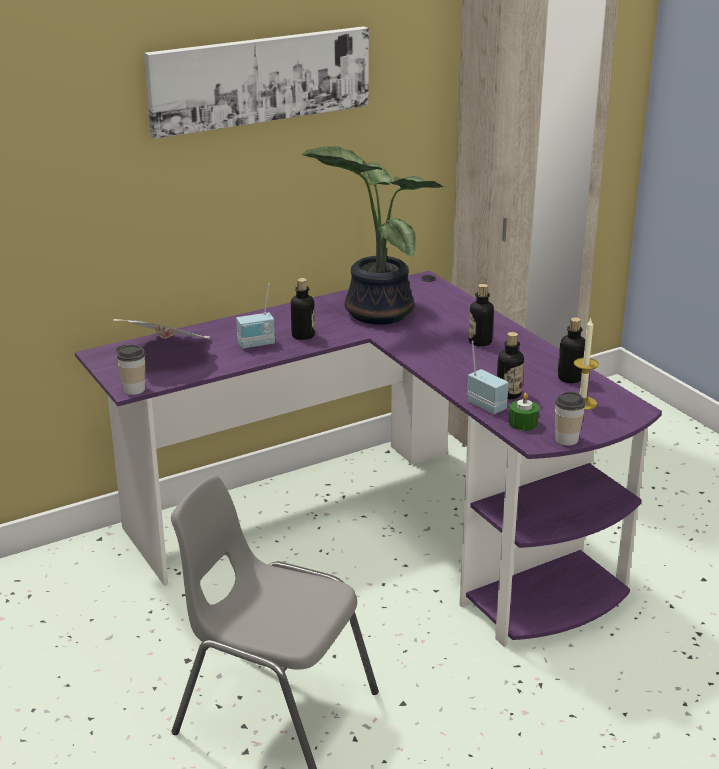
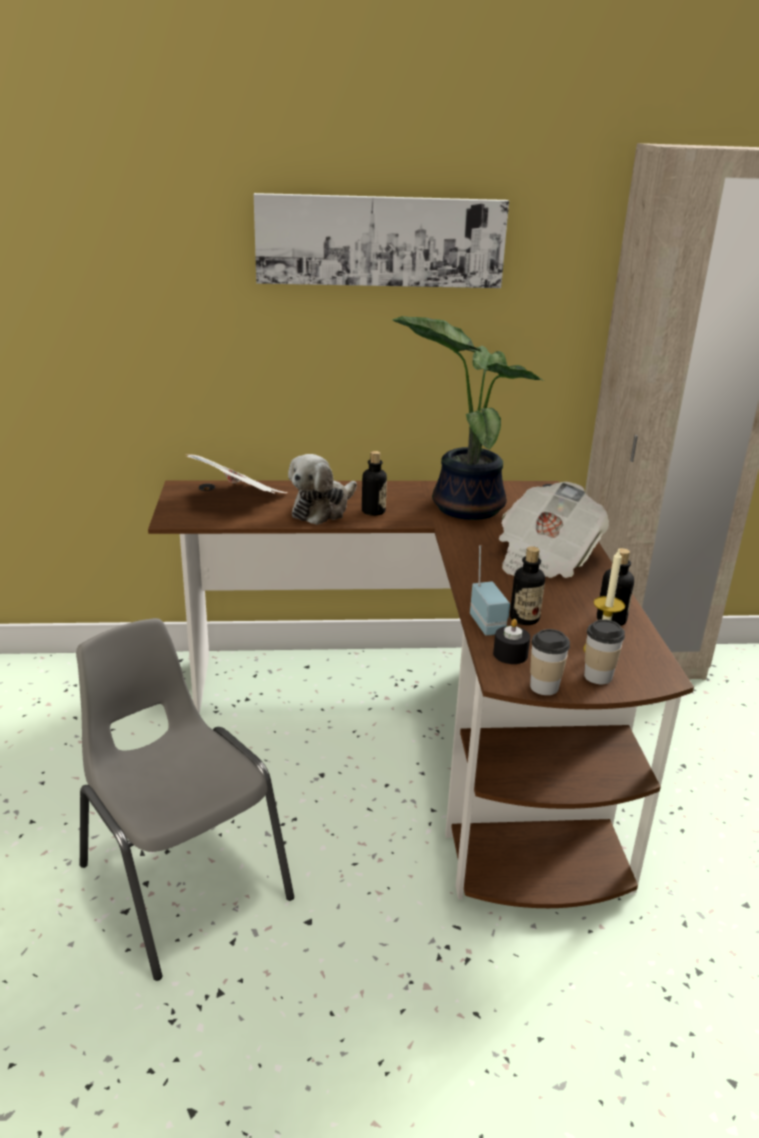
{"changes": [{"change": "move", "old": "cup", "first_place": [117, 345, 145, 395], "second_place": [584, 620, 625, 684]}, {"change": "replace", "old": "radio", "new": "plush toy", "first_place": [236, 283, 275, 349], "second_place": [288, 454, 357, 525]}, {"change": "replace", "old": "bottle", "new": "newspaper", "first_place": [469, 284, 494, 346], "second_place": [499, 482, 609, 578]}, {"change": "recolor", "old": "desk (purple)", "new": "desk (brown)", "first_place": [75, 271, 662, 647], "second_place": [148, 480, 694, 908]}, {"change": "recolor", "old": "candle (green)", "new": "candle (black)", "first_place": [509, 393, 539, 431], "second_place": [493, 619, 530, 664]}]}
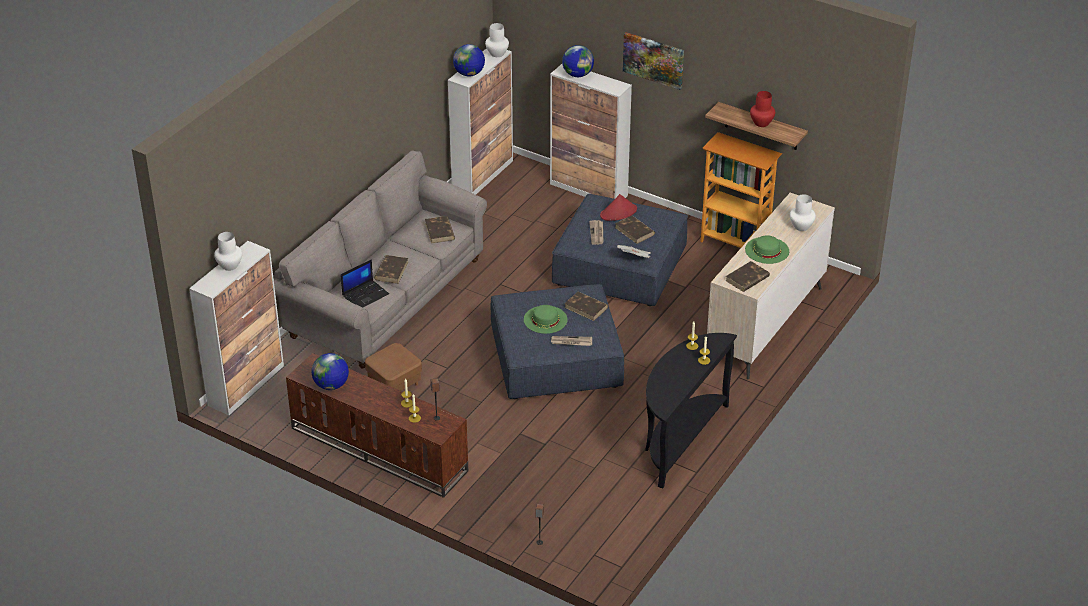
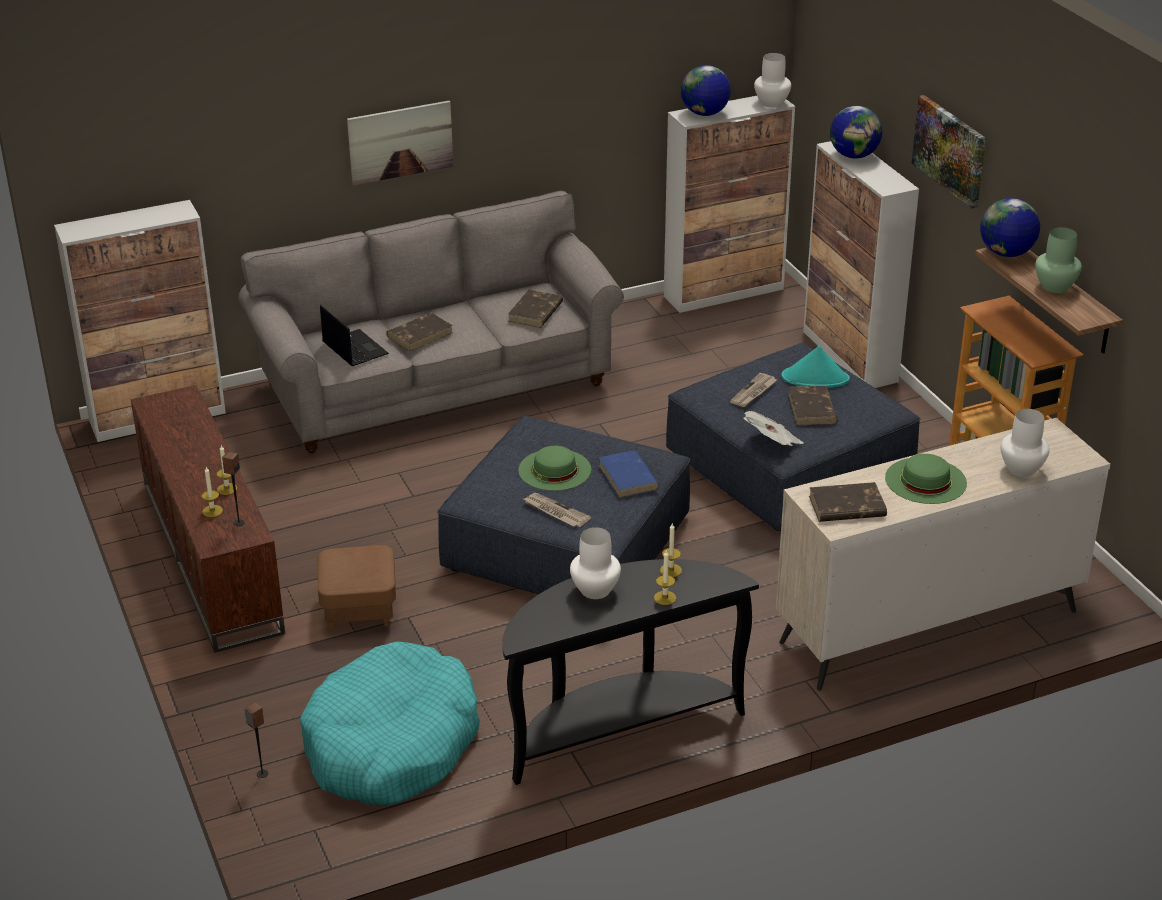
{"changes": [{"change": "insert", "new": "dog bed (turquoise)", "second_place": [300, 641, 480, 805]}, {"change": "insert", "new": "picture", "second_place": [347, 101, 453, 185]}, {"change": "move", "old": "vase (white)", "first_place": [214, 232, 242, 271], "second_place": [570, 527, 621, 599]}, {"change": "move", "old": "globe", "first_place": [312, 353, 349, 390], "second_place": [980, 198, 1040, 257]}, {"change": "move", "old": "ottoman (brown)", "first_place": [365, 343, 422, 391], "second_place": [318, 545, 396, 630]}, {"change": "recolor", "old": "book (brown)", "new": "book (blue)", "first_place": [564, 292, 608, 321], "second_place": [598, 450, 659, 498]}, {"change": "recolor", "old": "hat (red)", "new": "hat (turquoise)", "first_place": [600, 194, 637, 221], "second_place": [781, 346, 850, 388]}, {"change": "recolor", "old": "vase (red)", "new": "vase (green)", "first_place": [750, 91, 775, 127], "second_place": [1035, 227, 1082, 293]}, {"change": "rotate", "old": "laptop", "first_place": [341, 259, 389, 307], "second_place": [320, 305, 389, 366], "degrees": -120}]}
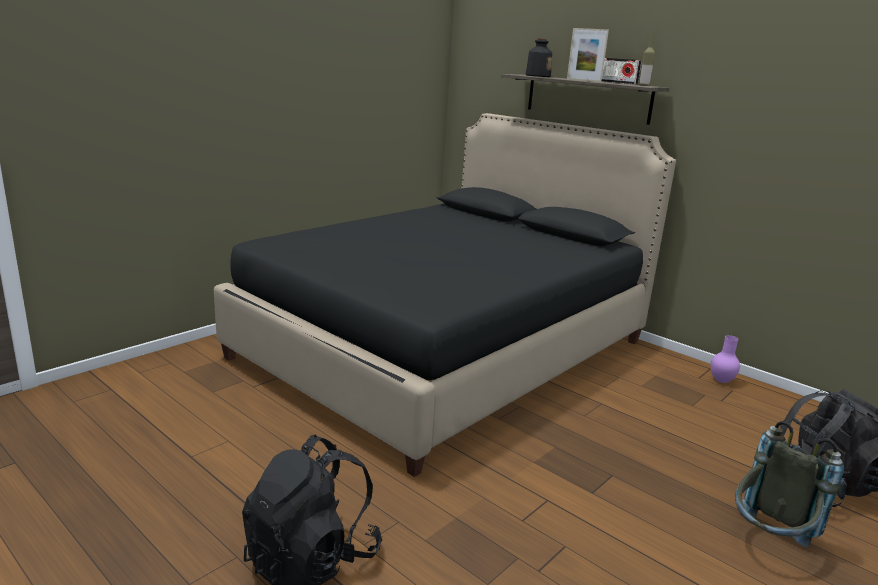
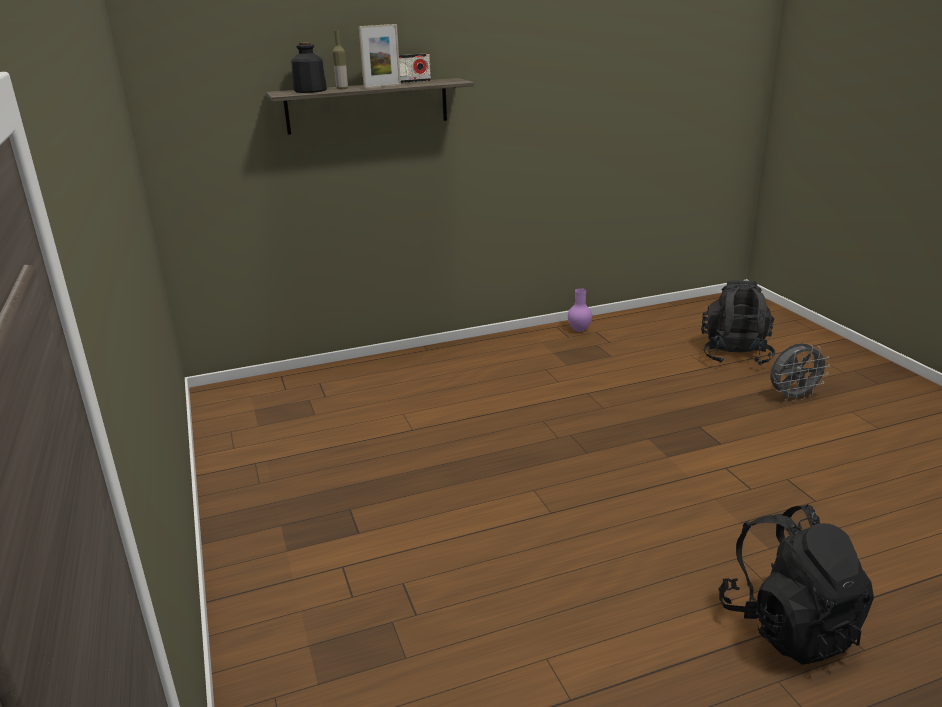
{"changes": [{"change": "delete", "old": "bed (black)", "first_place": [214, 113, 676, 477]}, {"change": "move", "old": "bottle", "first_place": [639, 34, 655, 86], "second_place": [332, 31, 348, 89]}, {"change": "replace", "old": "backpack (grey)", "new": "fan (grey)", "first_place": [735, 421, 844, 547], "second_place": [770, 343, 830, 402]}]}
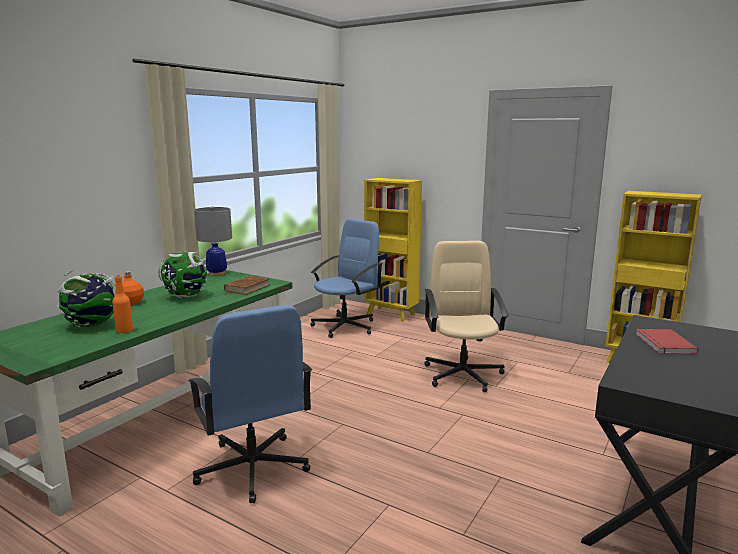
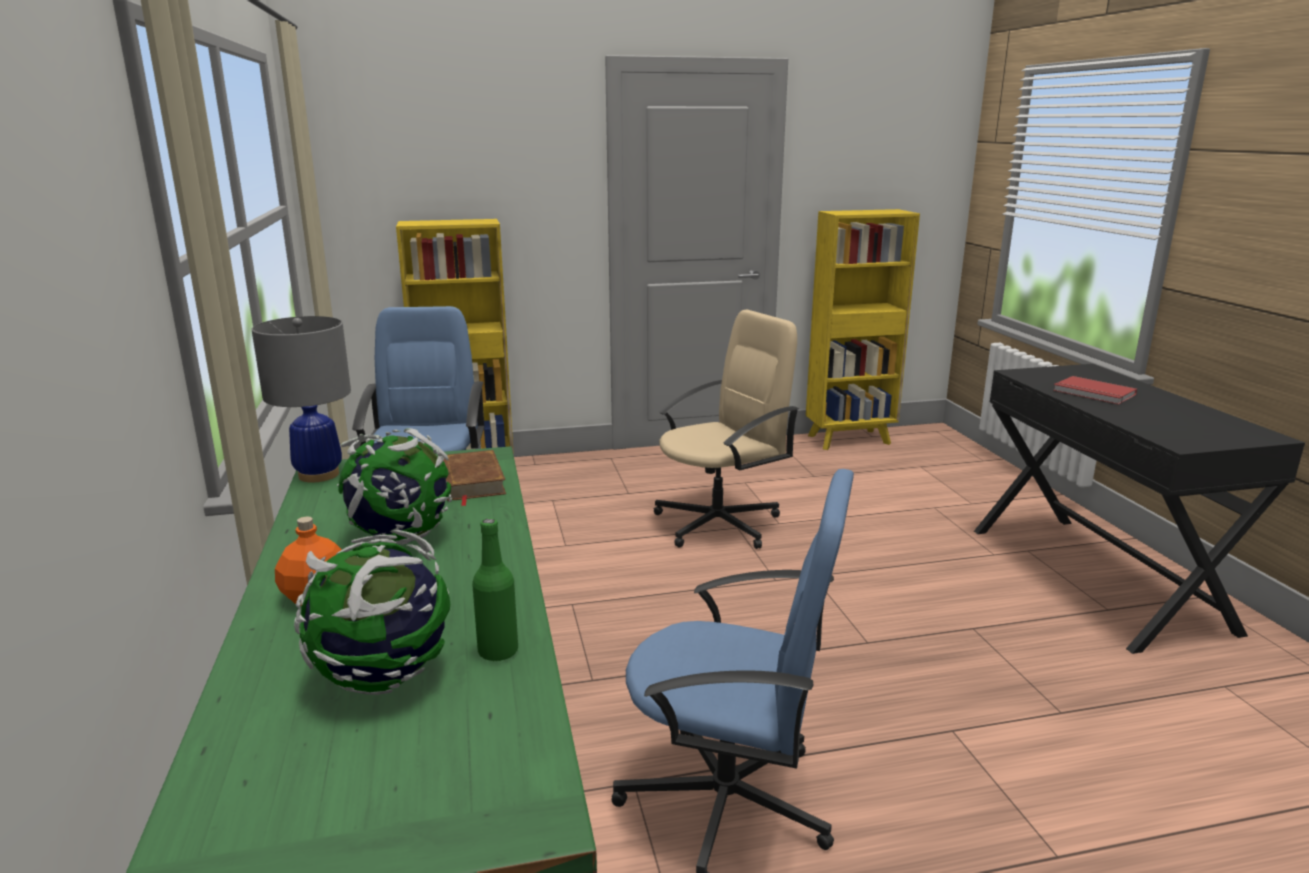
{"changes": [{"change": "recolor", "old": "bottle (orange)", "new": "bottle (green)", "first_place": [112, 275, 133, 333], "second_place": [472, 518, 518, 662]}, {"change": "rotate", "old": "office chair (beige)", "first_place": [424, 241, 509, 392], "second_place": [654, 310, 799, 549], "degrees": 105}]}
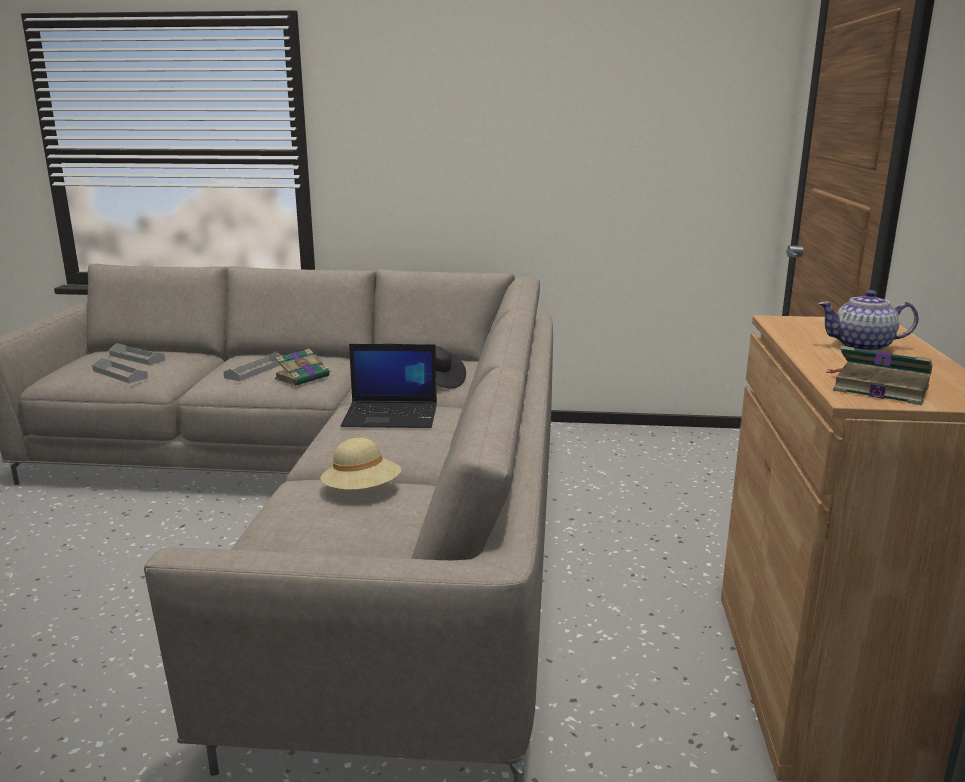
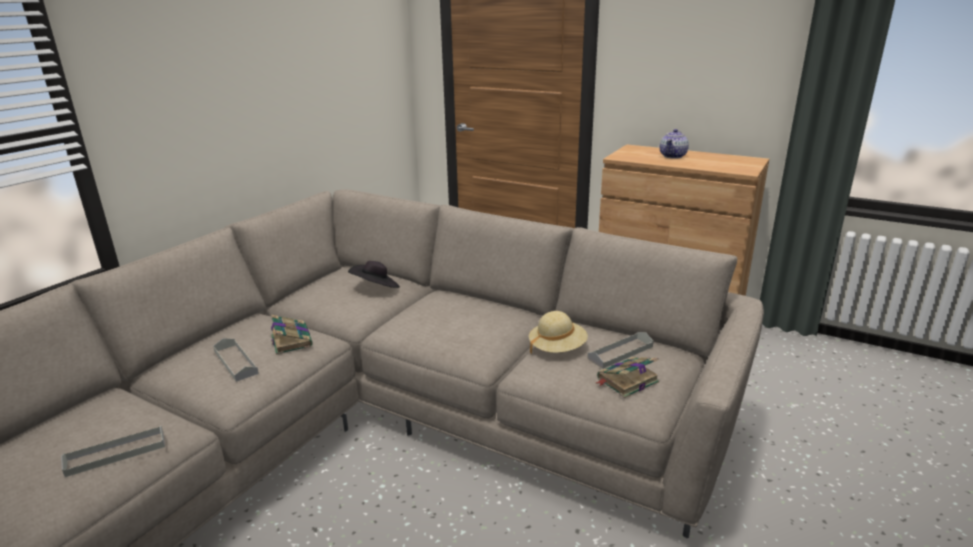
{"changes": [{"change": "delete", "old": "laptop", "first_place": [341, 344, 437, 428]}, {"change": "move", "old": "tray (grey)", "first_place": [109, 343, 165, 365], "second_place": [587, 332, 653, 369]}, {"change": "move", "old": "book", "first_place": [827, 346, 932, 405], "second_place": [596, 357, 659, 398]}]}
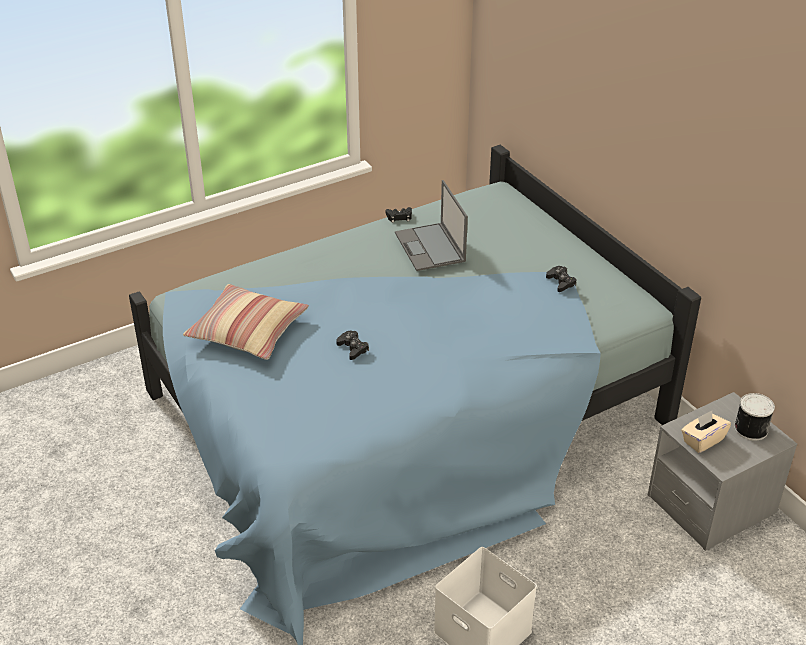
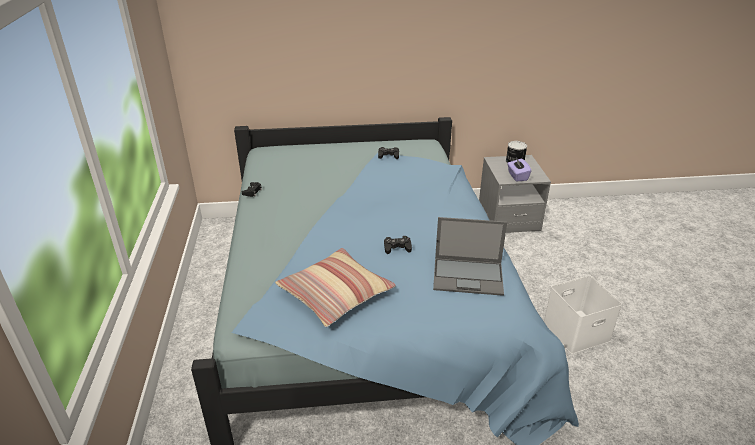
{"changes": [{"change": "move", "old": "laptop", "first_place": [395, 180, 468, 271], "second_place": [433, 217, 507, 296]}, {"change": "recolor", "old": "tissue box (beige)", "new": "tissue box (purple)", "first_place": [681, 411, 731, 453], "second_place": [507, 158, 531, 182]}]}
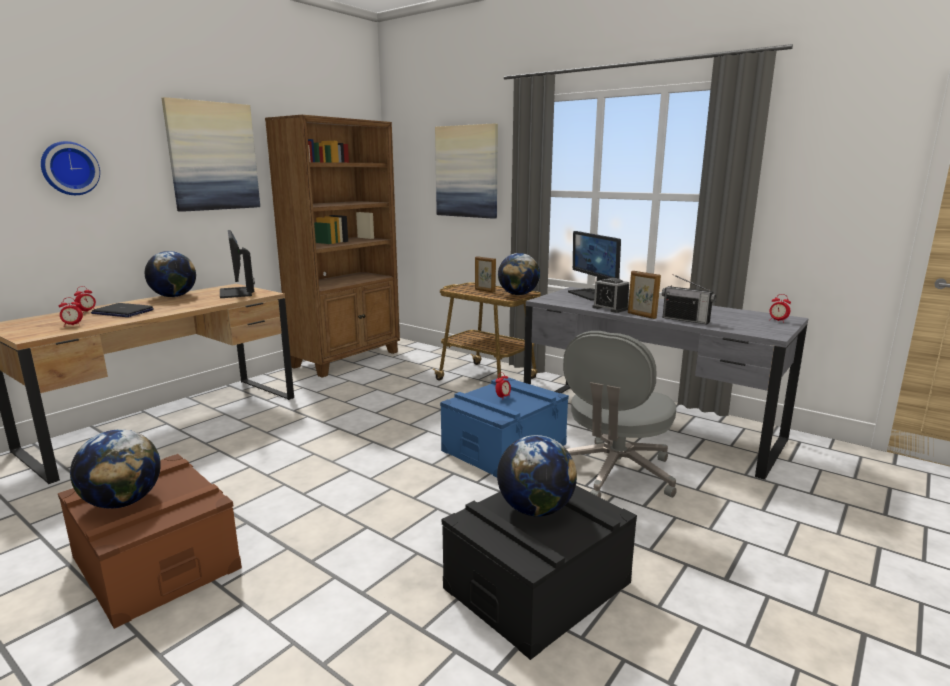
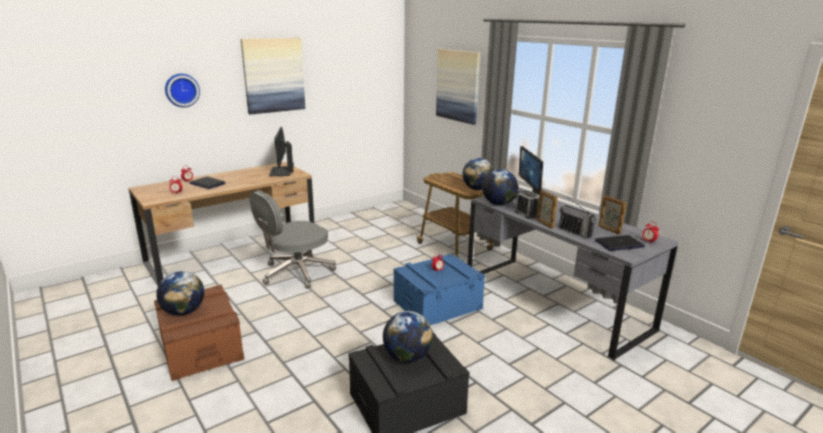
{"changes": [{"change": "delete", "old": "bookcase (brown)", "first_place": [265, 115, 400, 378]}, {"change": "insert", "new": "laptop", "second_place": [595, 235, 645, 251]}, {"change": "move", "old": "globe", "first_place": [145, 251, 196, 297], "second_place": [482, 169, 518, 205]}, {"change": "move", "old": "picture frame", "first_place": [475, 256, 496, 293], "second_place": [599, 195, 627, 234]}, {"change": "move", "old": "office chair (grey)", "first_place": [563, 331, 677, 498], "second_place": [250, 190, 336, 289]}]}
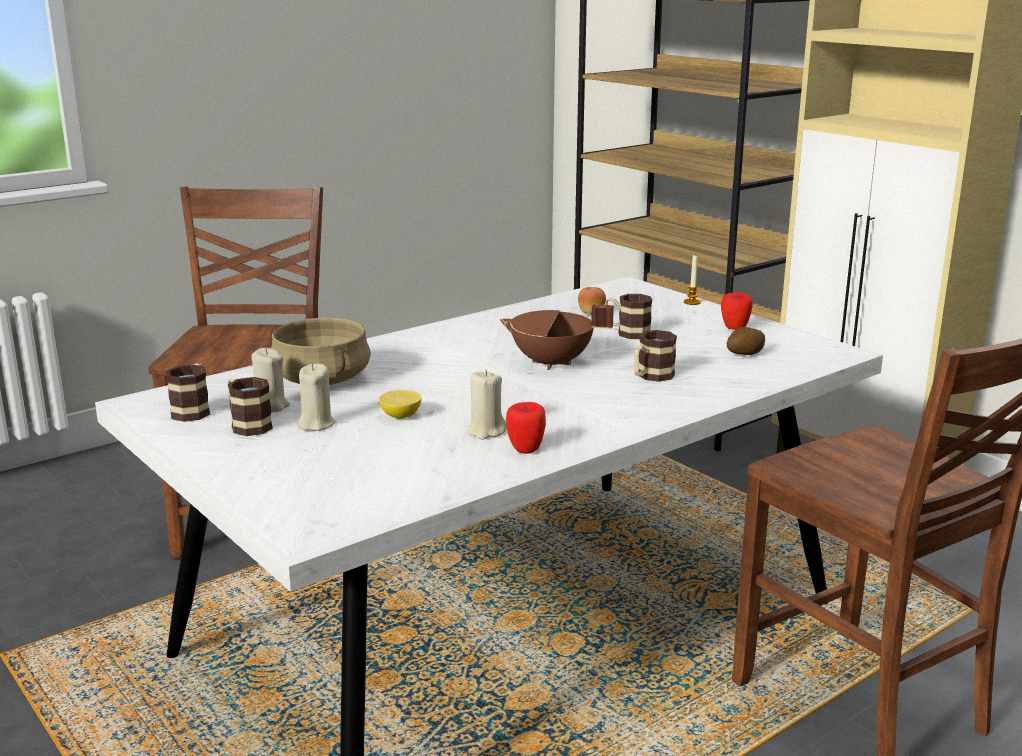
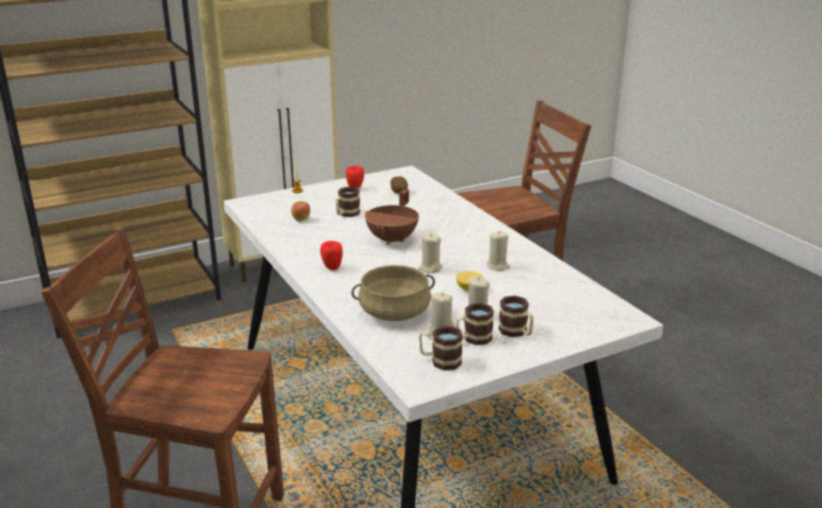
{"changes": [{"change": "insert", "new": "candle (beige)", "second_place": [418, 232, 443, 273]}, {"change": "move", "old": "apple", "first_place": [506, 402, 546, 454], "second_place": [320, 241, 343, 270]}, {"change": "move", "old": "mug", "first_place": [634, 330, 677, 382], "second_place": [498, 296, 534, 337]}]}
